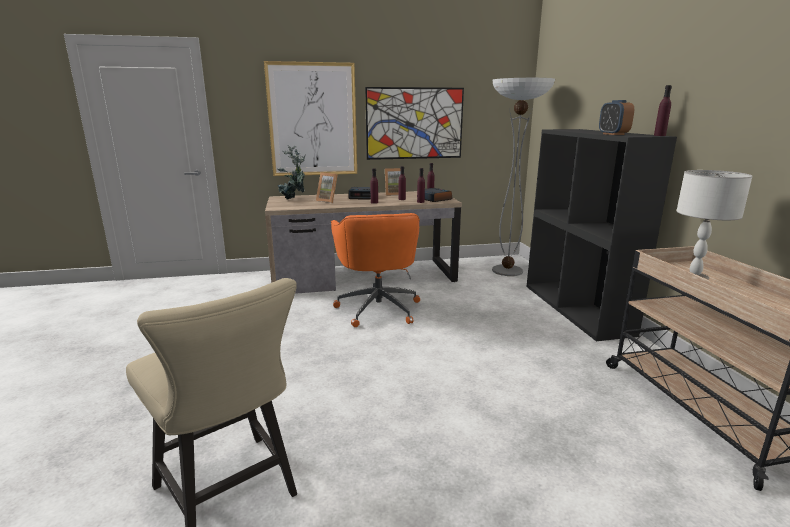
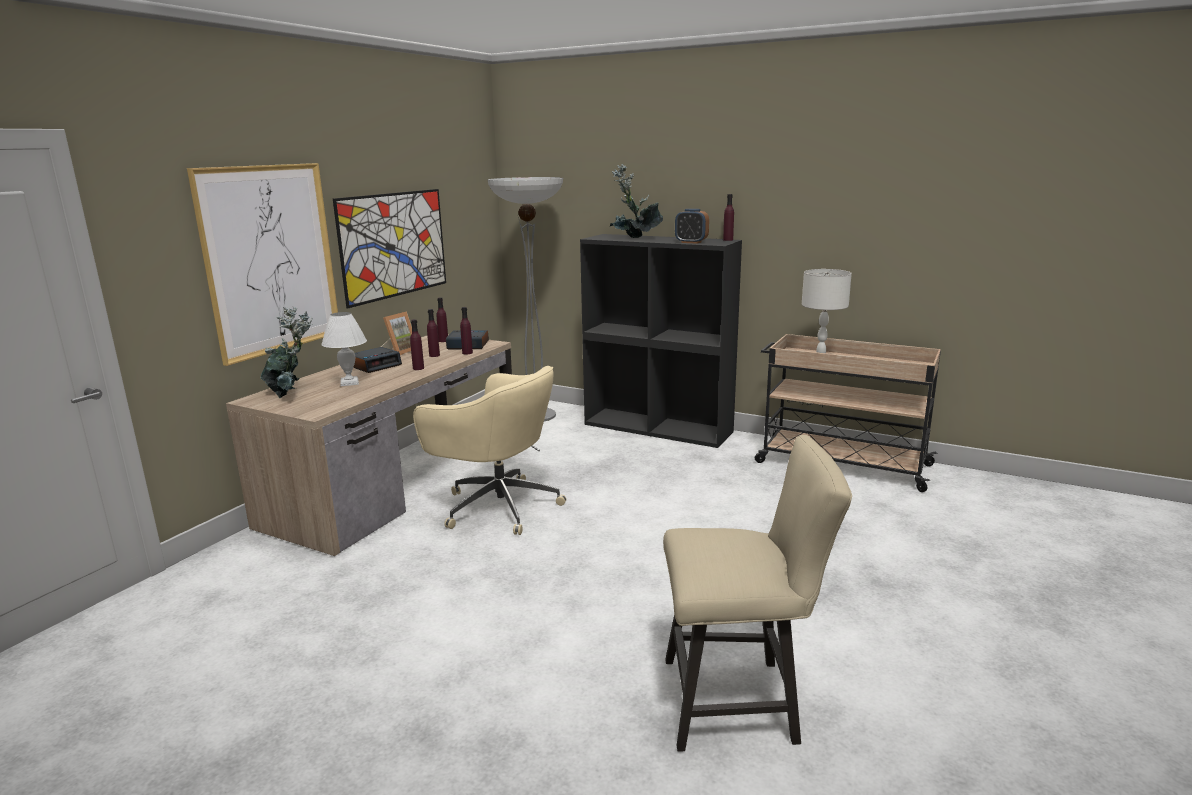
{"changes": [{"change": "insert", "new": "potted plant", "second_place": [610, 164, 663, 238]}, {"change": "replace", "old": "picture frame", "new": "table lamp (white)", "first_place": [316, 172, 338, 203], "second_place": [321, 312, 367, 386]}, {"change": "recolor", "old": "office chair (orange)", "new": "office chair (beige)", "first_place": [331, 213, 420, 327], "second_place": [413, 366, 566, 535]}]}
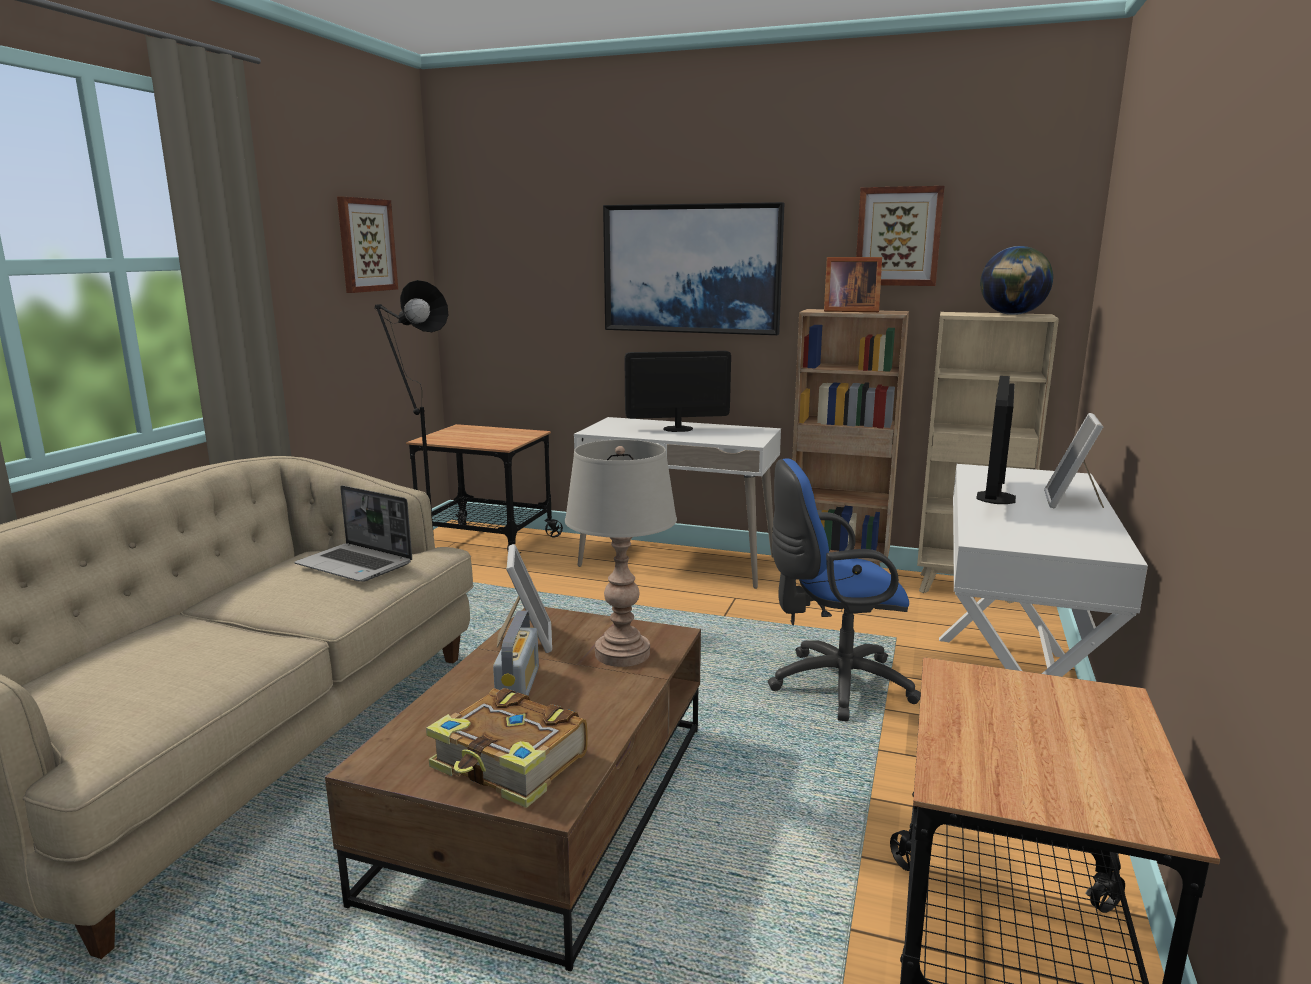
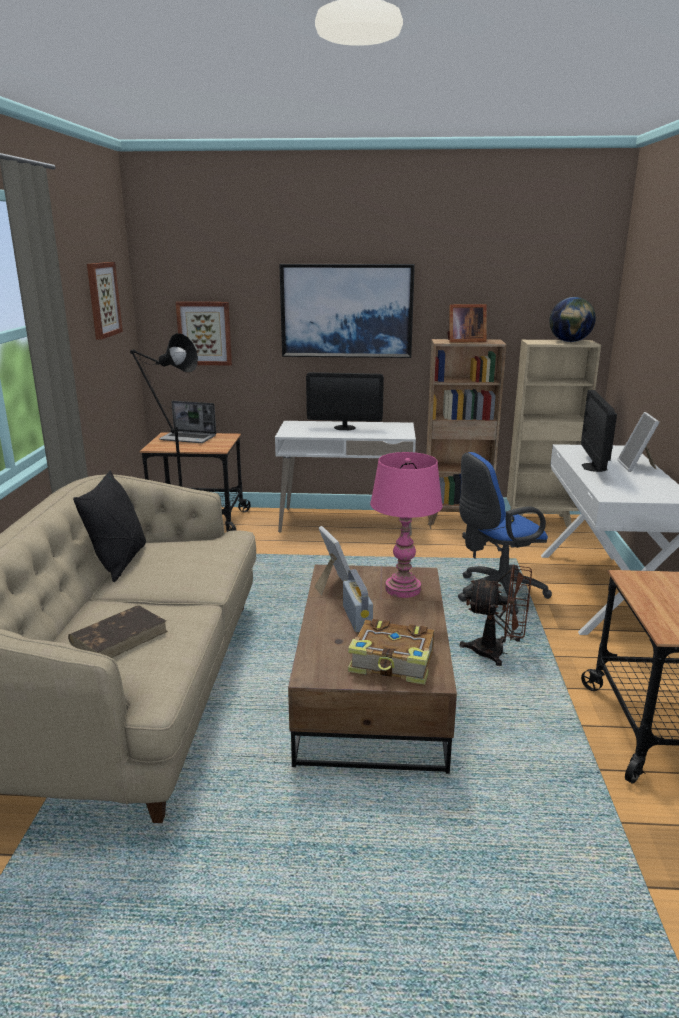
{"changes": [{"change": "insert", "new": "book (brown)", "second_place": [68, 605, 168, 658]}, {"change": "insert", "new": "pillow (black)", "second_place": [73, 471, 146, 582]}, {"change": "insert", "new": "fan (brown)", "second_place": [459, 564, 532, 666]}, {"change": "move", "old": "laptop", "first_place": [294, 485, 412, 582], "second_place": [159, 401, 216, 443]}, {"change": "move", "old": "picture", "first_place": [856, 186, 945, 286], "second_place": [176, 302, 232, 366]}, {"change": "recolor", "old": "table lamp (grey)", "new": "table lamp (pink)", "first_place": [565, 440, 677, 667], "second_place": [370, 452, 443, 598]}, {"change": "rotate", "old": "monitor", "first_place": [624, 350, 731, 432], "second_place": [306, 372, 384, 430], "degrees": -150}]}
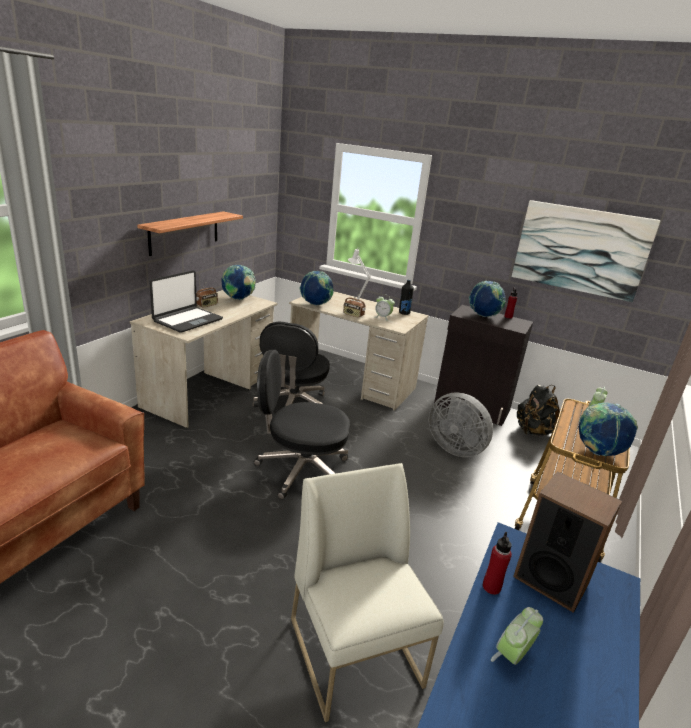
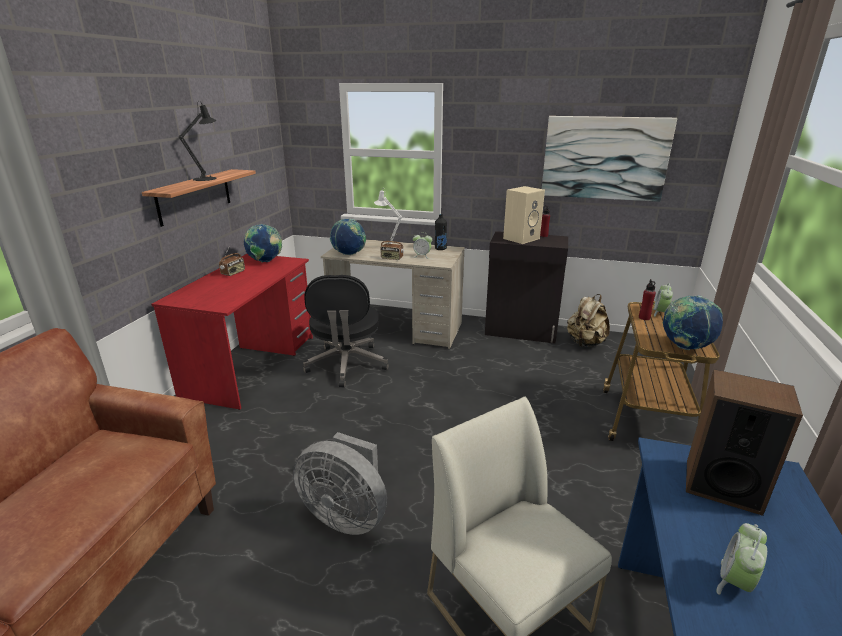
{"changes": [{"change": "delete", "old": "laptop", "first_place": [150, 270, 223, 333]}, {"change": "delete", "old": "office chair (black)", "first_place": [254, 350, 350, 500]}, {"change": "insert", "new": "table lamp (black)", "second_place": [179, 101, 217, 181]}, {"change": "move", "old": "fan (grey)", "first_place": [429, 392, 493, 457], "second_place": [293, 432, 387, 535]}, {"change": "move", "old": "bottle (red)", "first_place": [483, 532, 512, 595], "second_place": [639, 279, 656, 320]}, {"change": "replace", "old": "globe", "new": "speaker (beige)", "first_place": [469, 281, 506, 317], "second_place": [503, 186, 545, 244]}, {"change": "recolor", "old": "desk (beige)", "new": "desk (red)", "first_place": [129, 290, 277, 428], "second_place": [151, 254, 313, 410]}, {"change": "recolor", "old": "backpack (black)", "new": "backpack (beige)", "first_place": [517, 385, 560, 436], "second_place": [567, 294, 610, 347]}]}
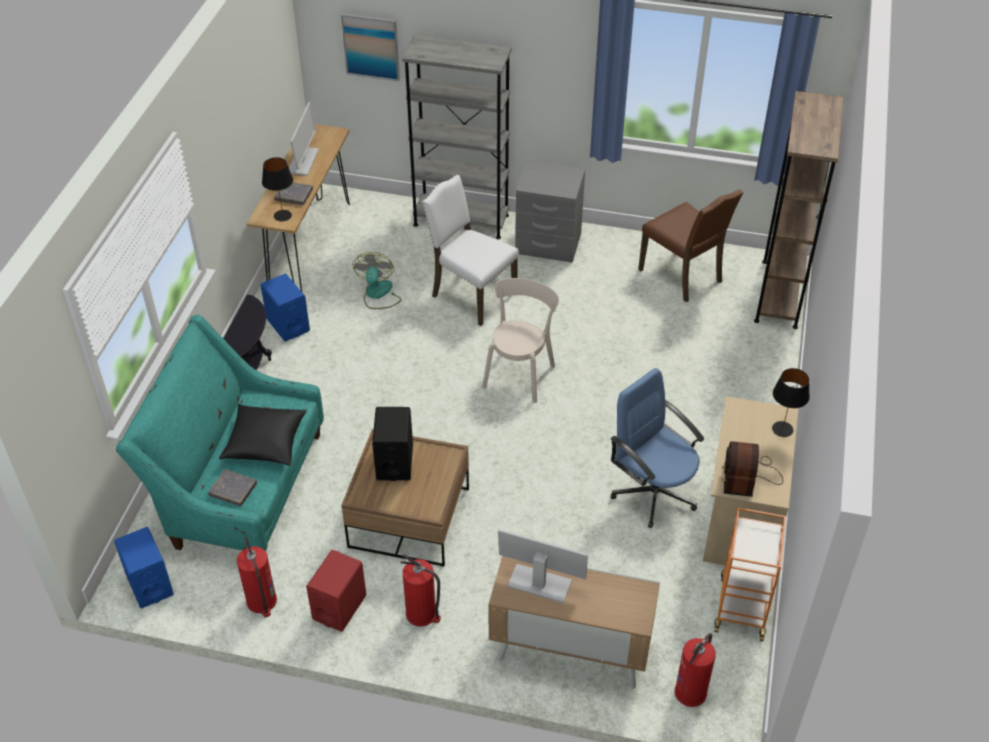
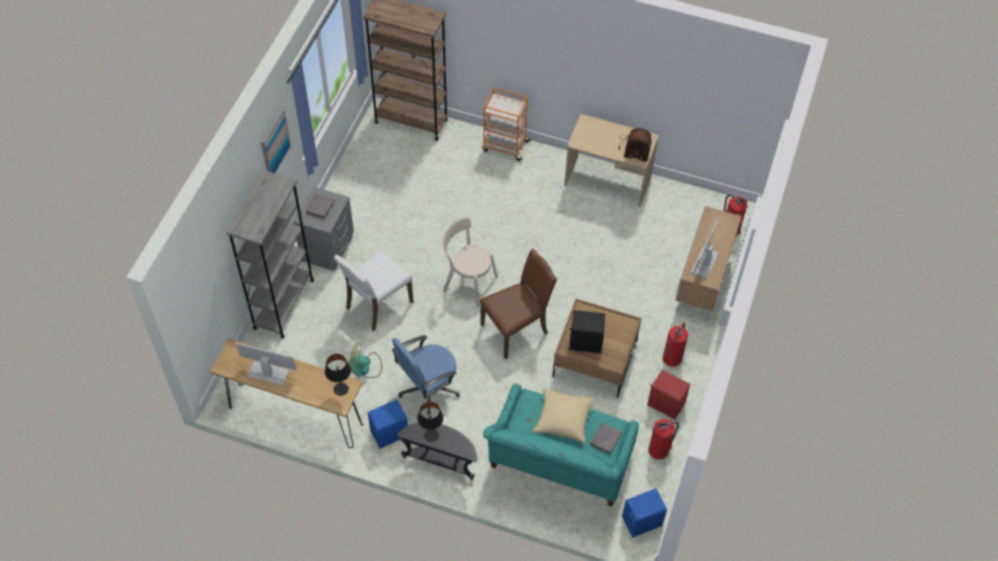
{"changes": [{"change": "move", "old": "book (grey)", "first_place": [274, 182, 313, 205], "second_place": [306, 193, 335, 219]}, {"change": "move", "old": "picture", "first_place": [341, 13, 400, 81], "second_place": [261, 109, 291, 173]}, {"change": "move", "old": "office chair (blue)", "first_place": [610, 368, 704, 528], "second_place": [392, 335, 460, 415]}, {"change": "move", "old": "chair (brown)", "first_place": [638, 189, 743, 302], "second_place": [480, 249, 557, 359]}, {"change": "move", "old": "cart (orange)", "first_place": [714, 507, 786, 641], "second_place": [482, 87, 531, 161]}, {"change": "move", "old": "table lamp (black)", "first_place": [772, 368, 810, 437], "second_place": [417, 402, 443, 442]}, {"change": "recolor", "old": "pillow (black)", "new": "pillow (beige)", "first_place": [219, 404, 307, 466], "second_place": [533, 388, 595, 443]}]}
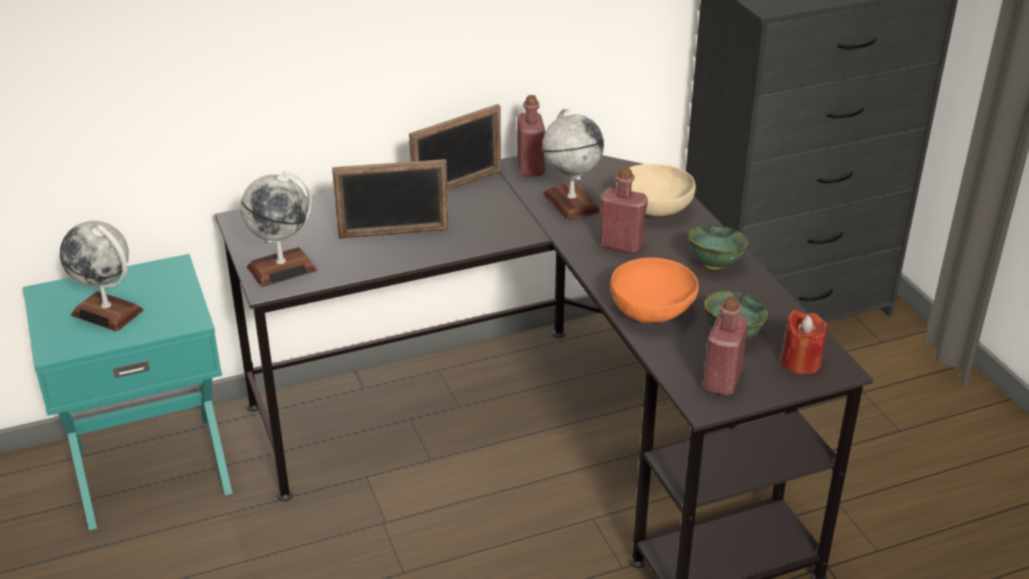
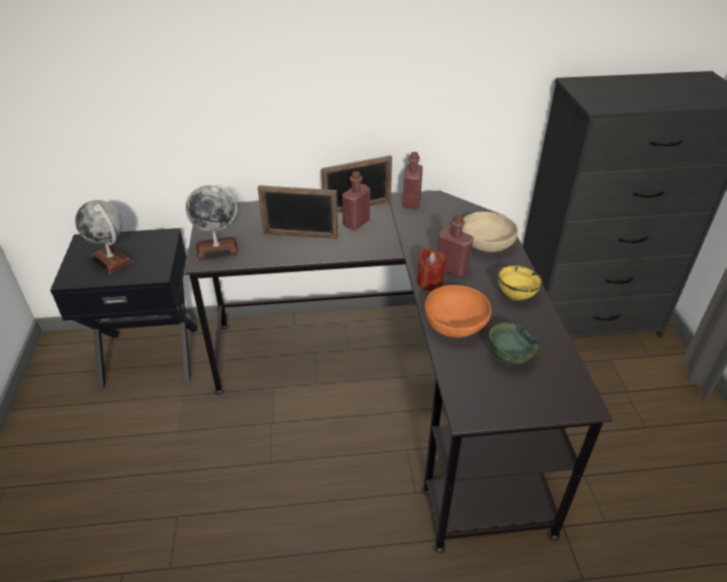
{"changes": [{"change": "delete", "old": "globe", "first_place": [543, 108, 604, 220]}, {"change": "move", "old": "bottle (red)", "first_place": [703, 296, 748, 395], "second_place": [342, 171, 370, 231]}, {"change": "move", "old": "candle (red)", "first_place": [781, 310, 827, 375], "second_place": [417, 248, 446, 291]}, {"change": "recolor", "old": "nightstand (turquoise)", "new": "nightstand (black)", "first_place": [23, 254, 233, 530], "second_place": [50, 228, 197, 390]}, {"change": "recolor", "old": "bowl (green)", "new": "bowl (yellow)", "first_place": [689, 224, 748, 270], "second_place": [498, 266, 543, 301]}]}
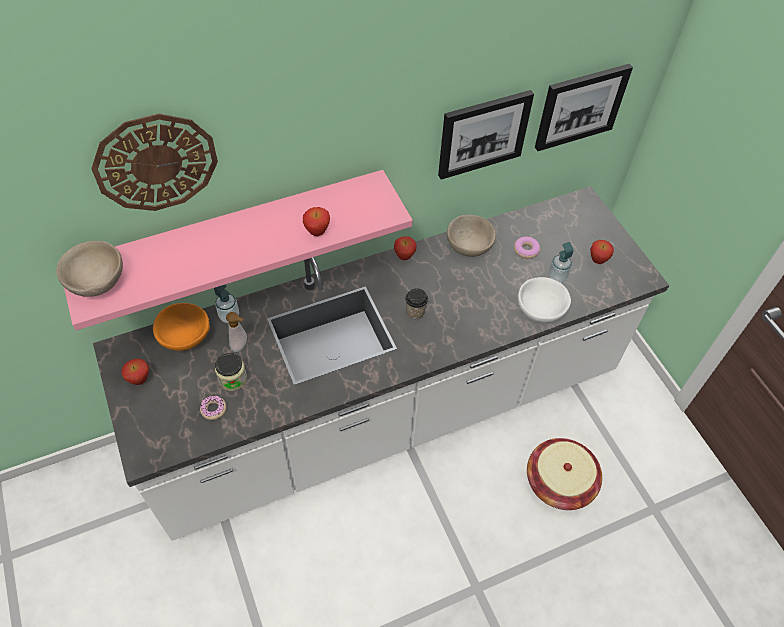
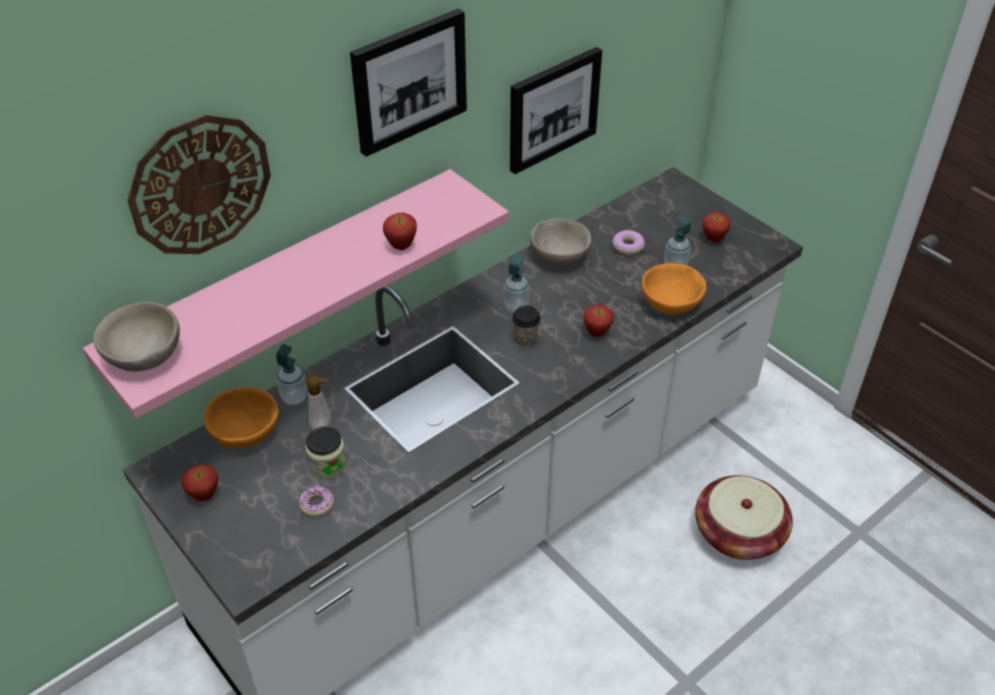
{"changes": [{"change": "insert", "new": "soap dispenser", "second_place": [504, 254, 529, 312]}, {"change": "move", "old": "apple", "first_place": [394, 236, 417, 260], "second_place": [583, 305, 613, 337]}, {"change": "move", "old": "picture", "first_place": [535, 64, 633, 151], "second_place": [350, 8, 467, 157]}, {"change": "recolor", "old": "bowl (white)", "new": "bowl (orange)", "first_place": [518, 277, 571, 323], "second_place": [642, 263, 706, 314]}]}
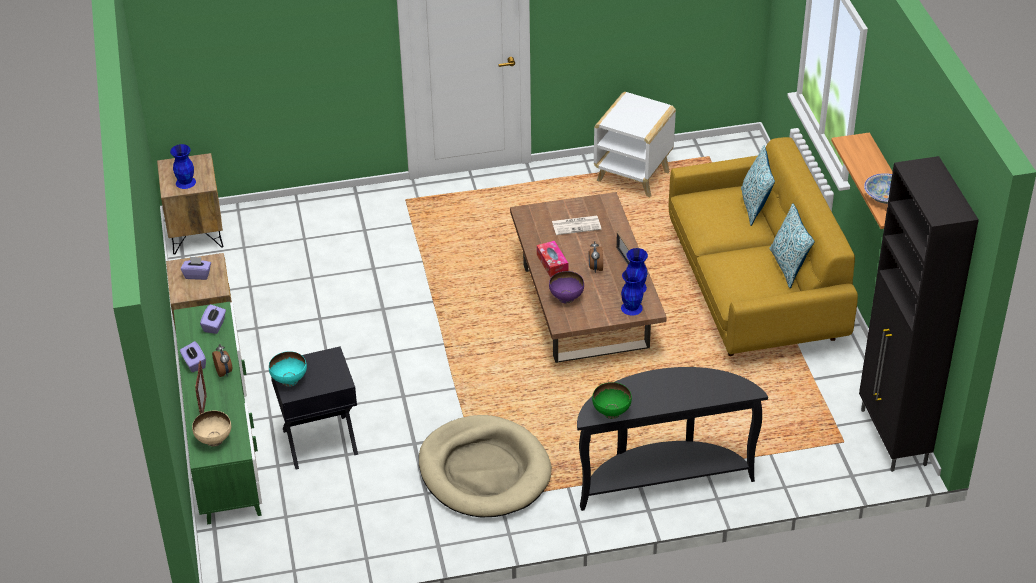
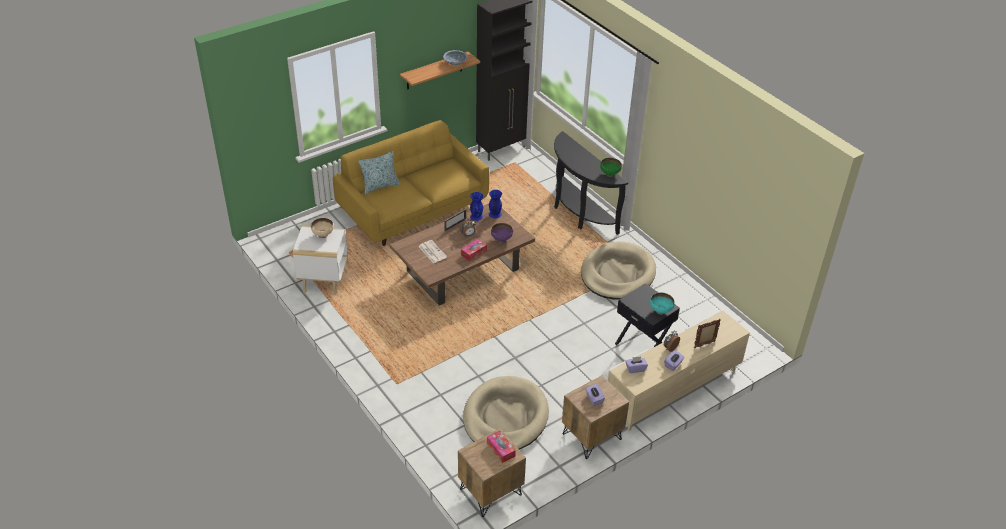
{"changes": [{"change": "delete", "old": "pillow", "first_place": [769, 203, 815, 288]}, {"change": "insert", "new": "dog bed (beige)", "second_place": [463, 376, 549, 450]}, {"change": "move", "old": "bowl (beige)", "first_place": [192, 411, 231, 447], "second_place": [311, 218, 334, 238]}, {"change": "replace", "old": "vase (blue)", "new": "tissue box", "first_place": [170, 144, 196, 189], "second_place": [487, 431, 516, 463]}, {"change": "recolor", "old": "tv stand (green)", "new": "tv stand (beige)", "first_place": [174, 302, 262, 524], "second_place": [607, 310, 750, 431]}]}
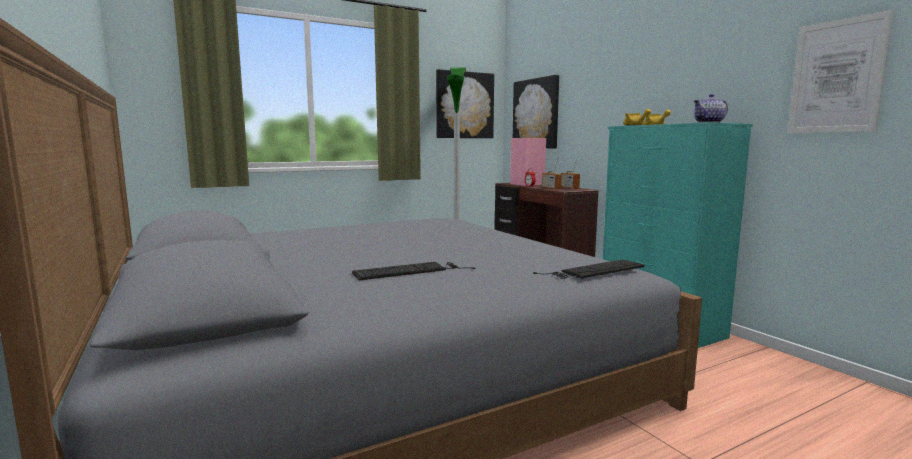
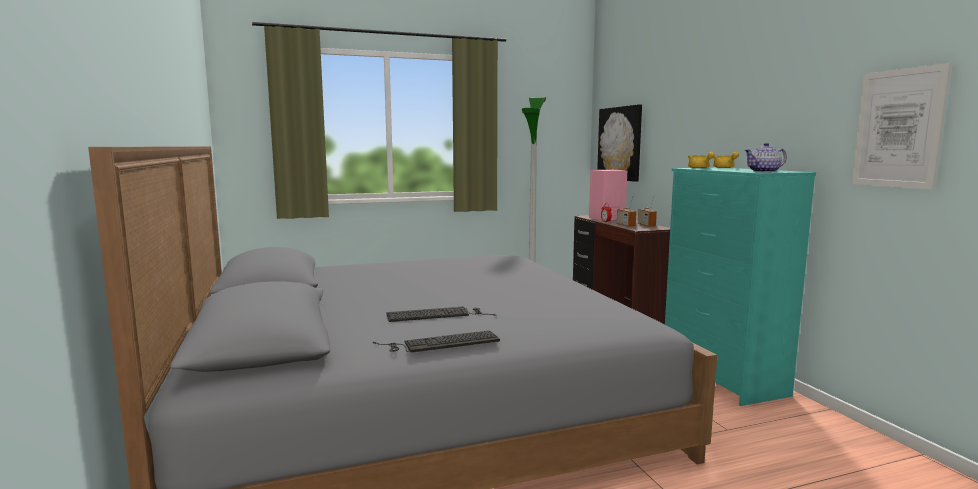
{"changes": [{"change": "delete", "old": "picture", "first_place": [436, 69, 494, 138]}, {"change": "move", "old": "keyboard", "first_place": [533, 260, 644, 279], "second_place": [373, 330, 500, 352]}]}
